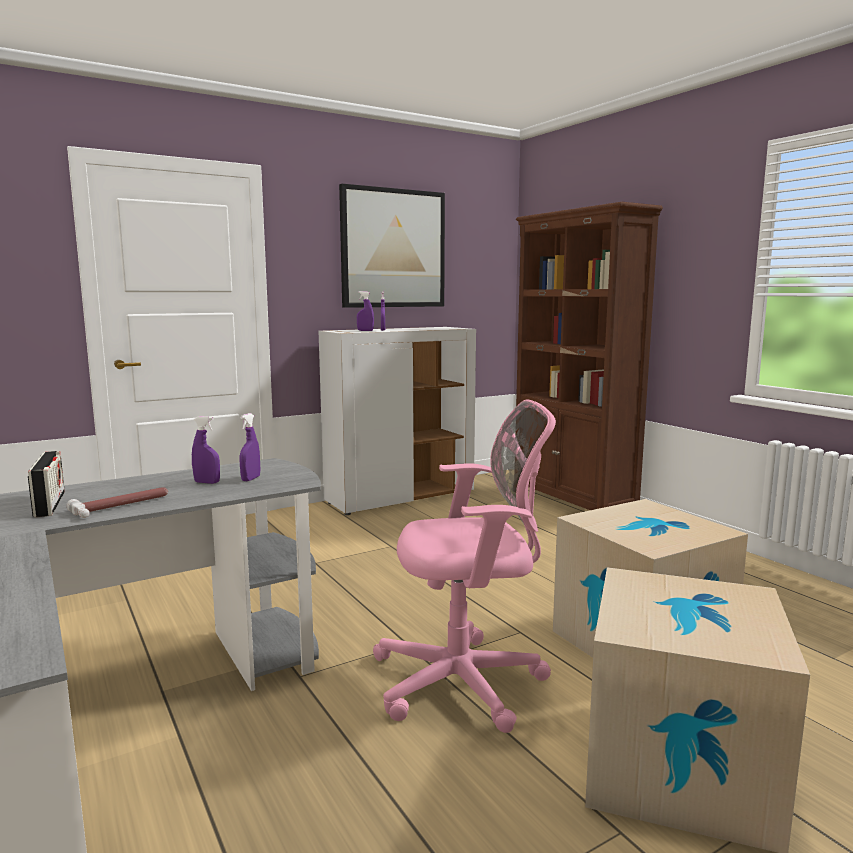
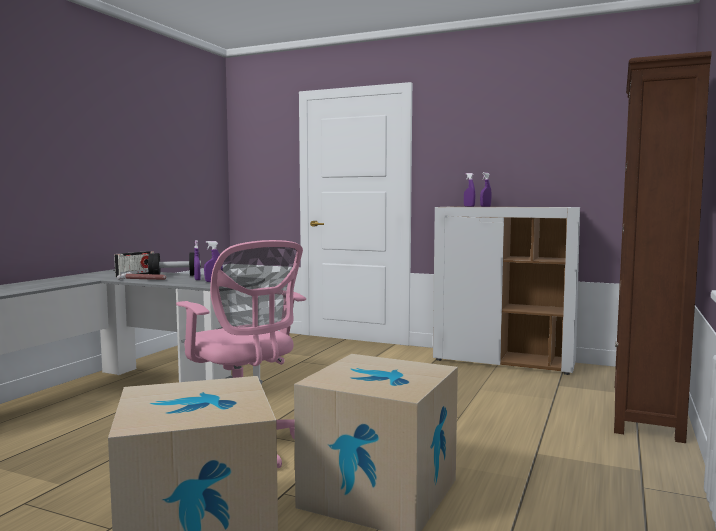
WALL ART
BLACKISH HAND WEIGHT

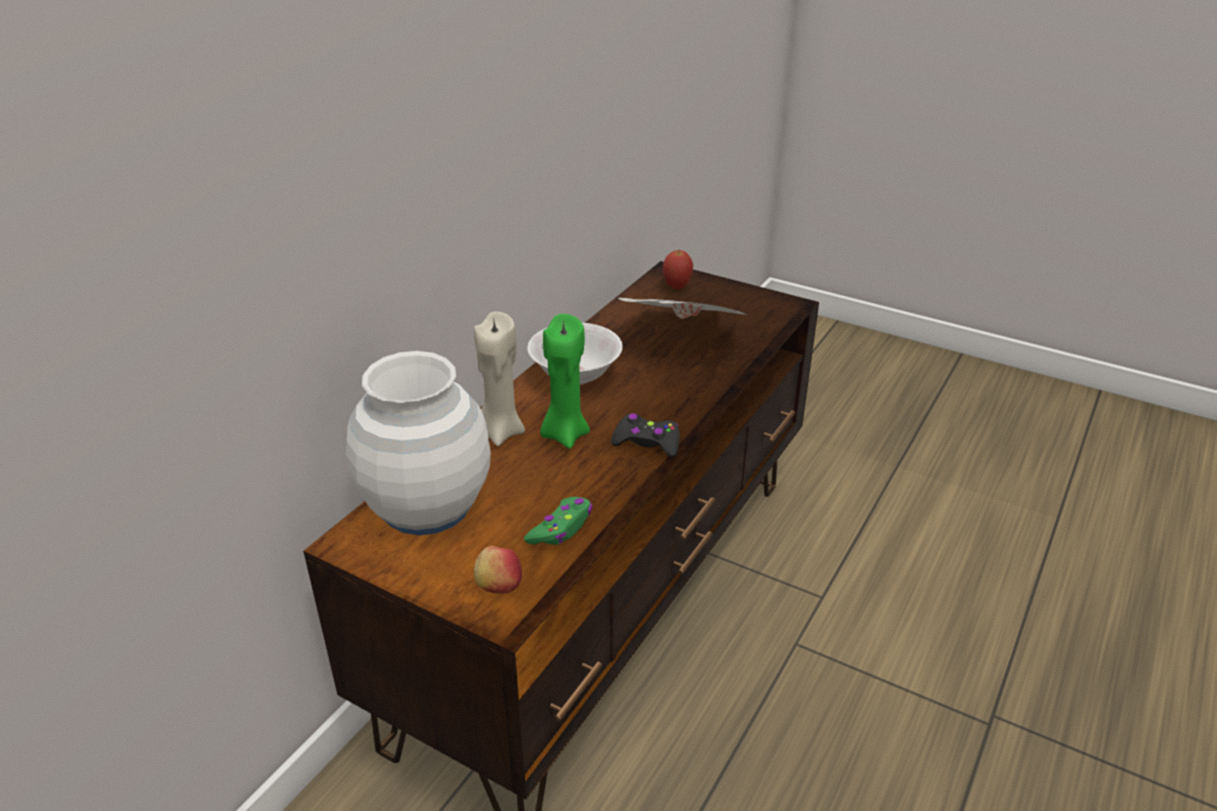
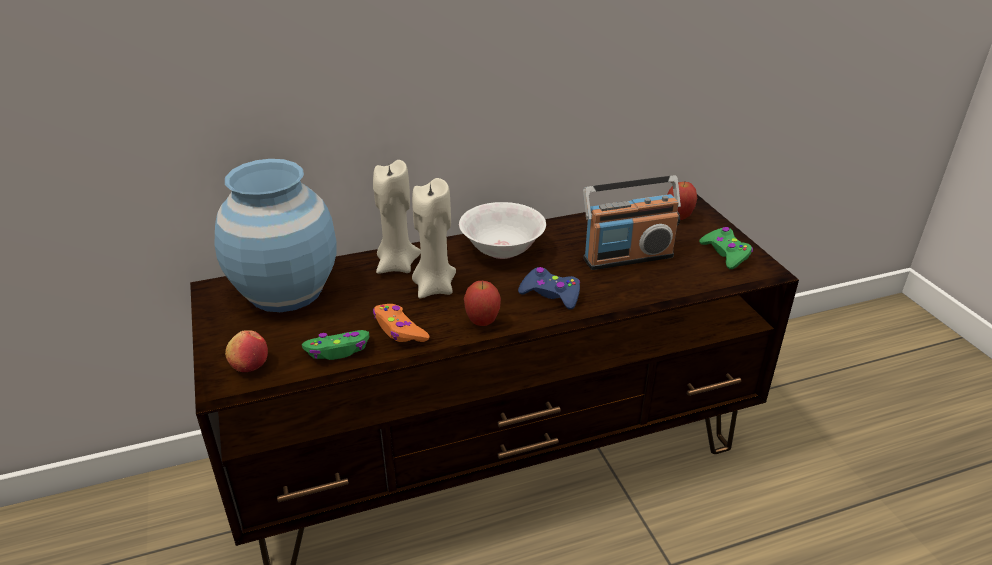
ORANGE GAME CONTROLLER
BLUE GAME CONTROLLER
GREEN GAME CONTROLLER (2nd from left)
WHOLE APPLE (2nd from left)
RADIO SET
BLUE DECORATIVE VASE
BEIGE CANDLE (2nd from left)

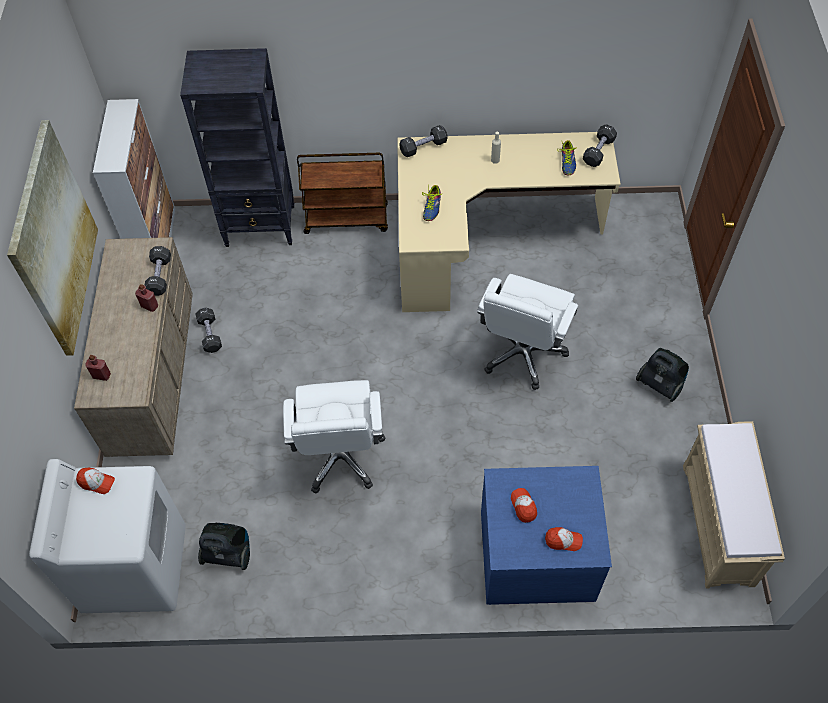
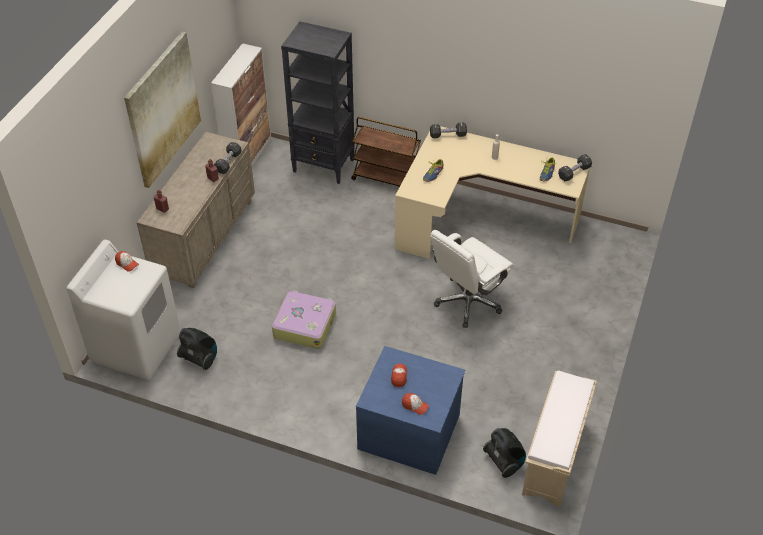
BLACKISH HAND WEIGHT (2nd from left in the first image)
HOOVER (2nd from left)
SUITCASE

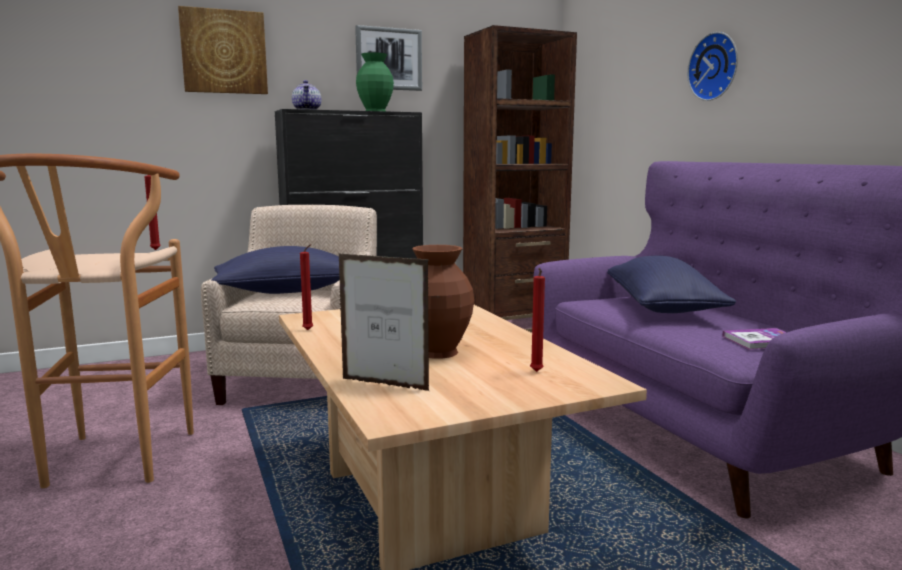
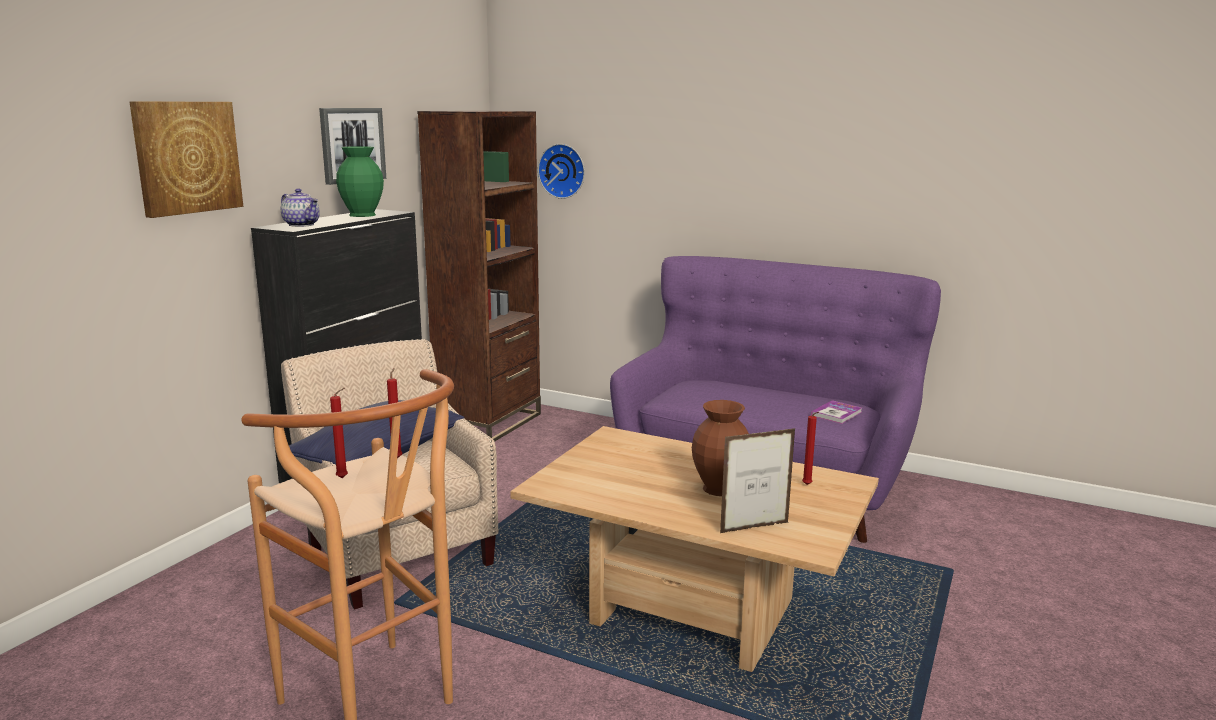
BLUE CUSHION (2nd from left in the first image)
RED CANDLE (1st from left)
CLOCK ON THE WALL

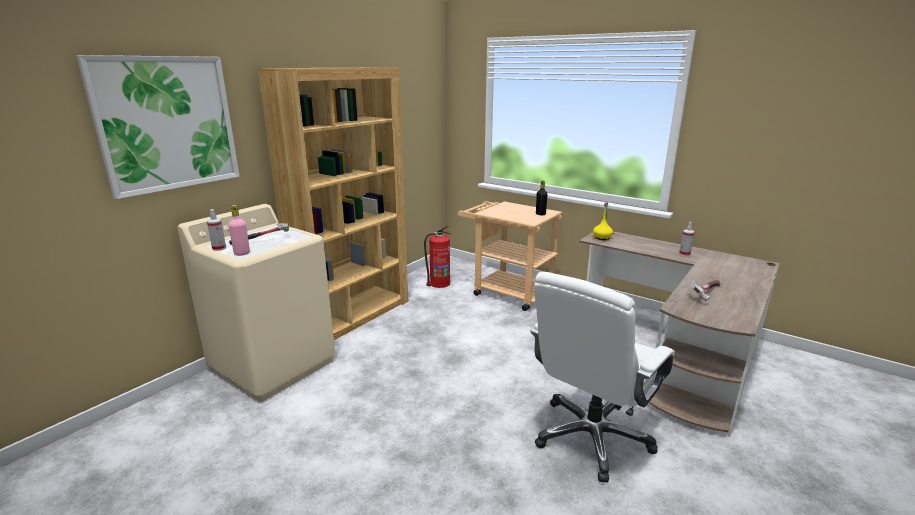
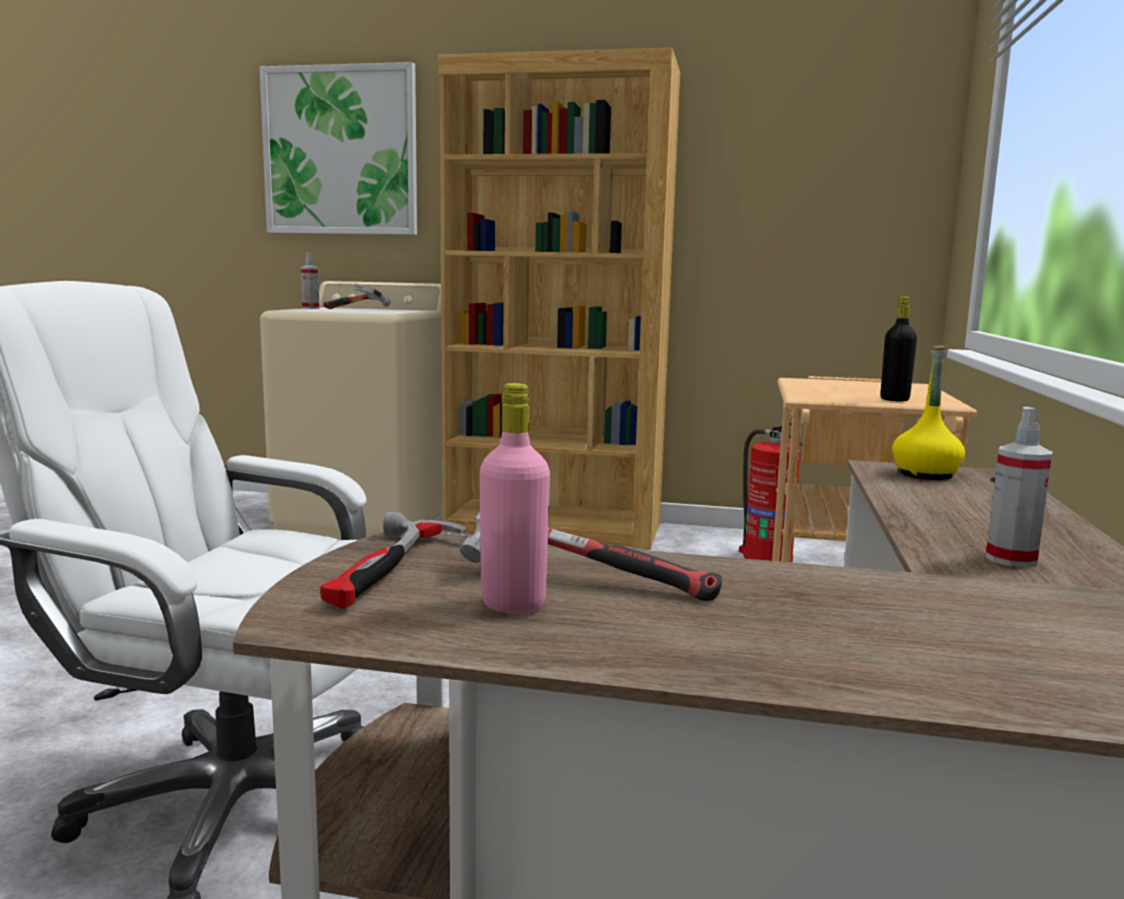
TOOL HAMMER (2nd from left)
PINK-COLOURED BEVERAGE BOTTLE

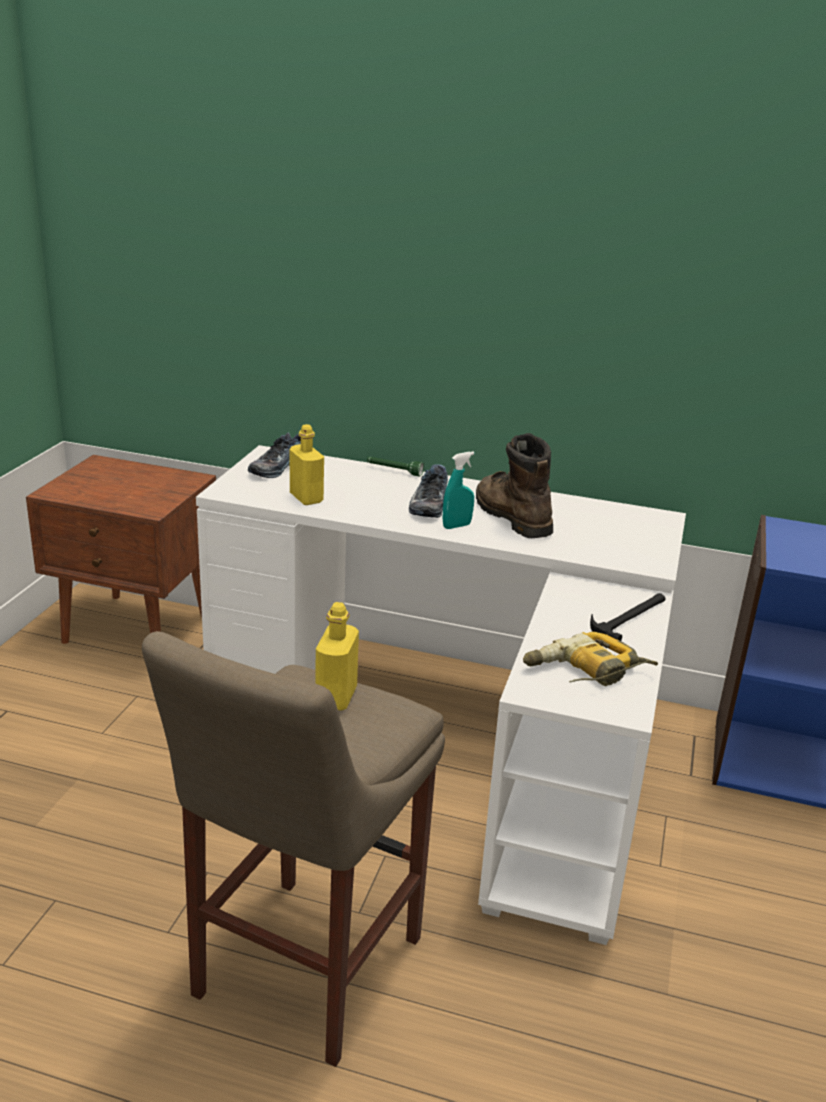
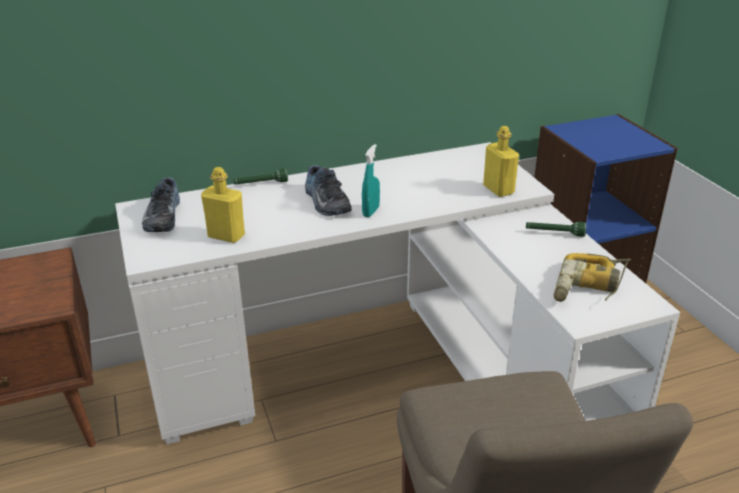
BROWNISH TALL BOOT
YELLOW BEVERAGE BOTTLE (2nd from left)
GREEN FLASHLIGHT (2nd from left)

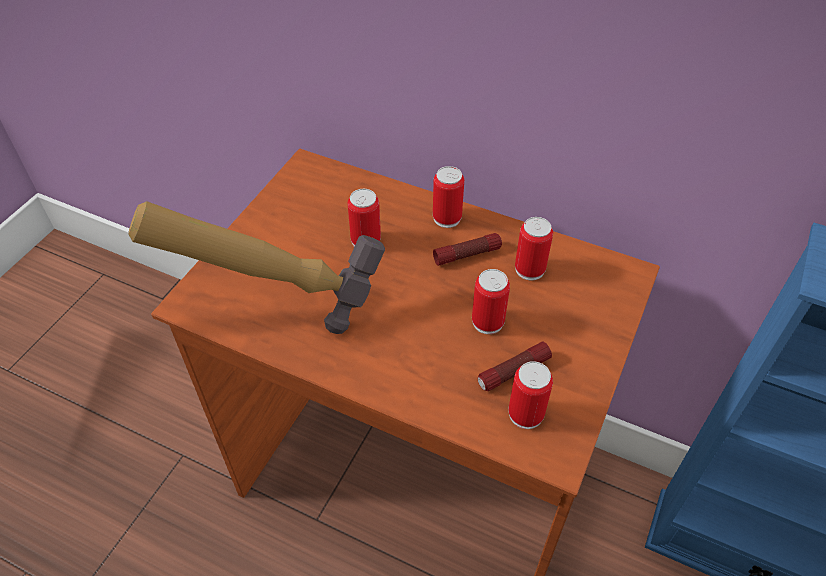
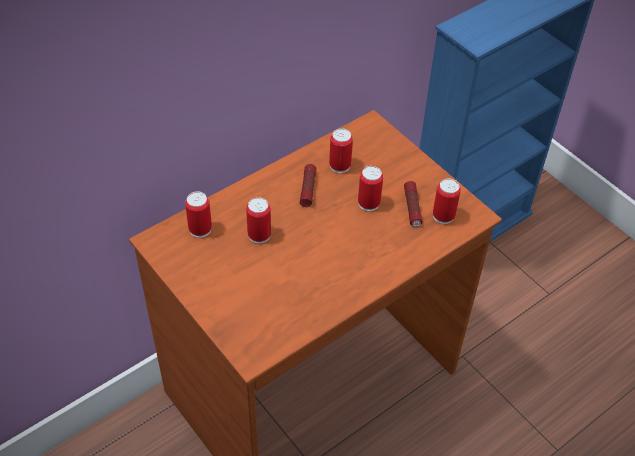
TOOL HAMMER
SEALED CAN (1st from left)

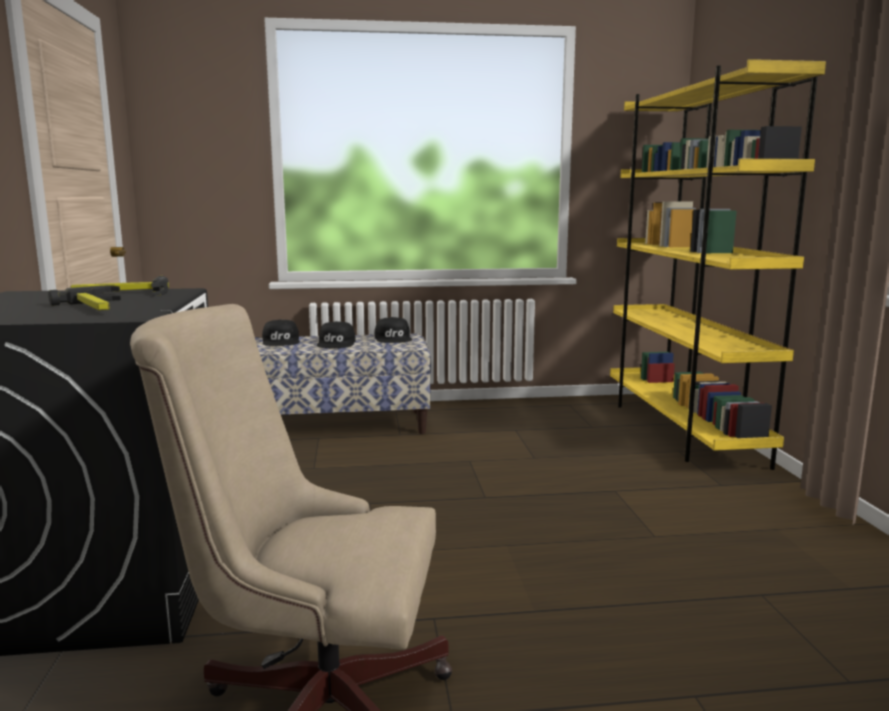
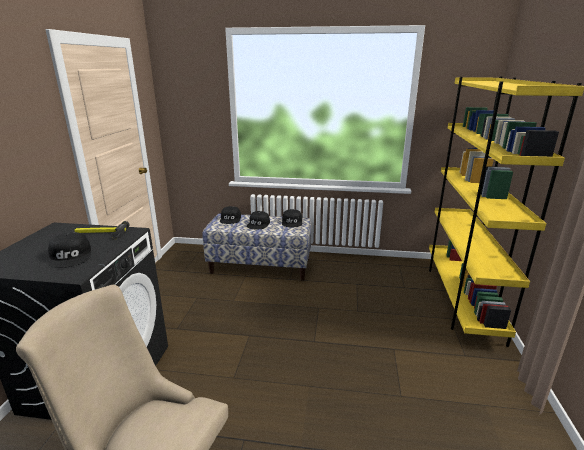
BLACKISH PEAKED CAP (1st from left)

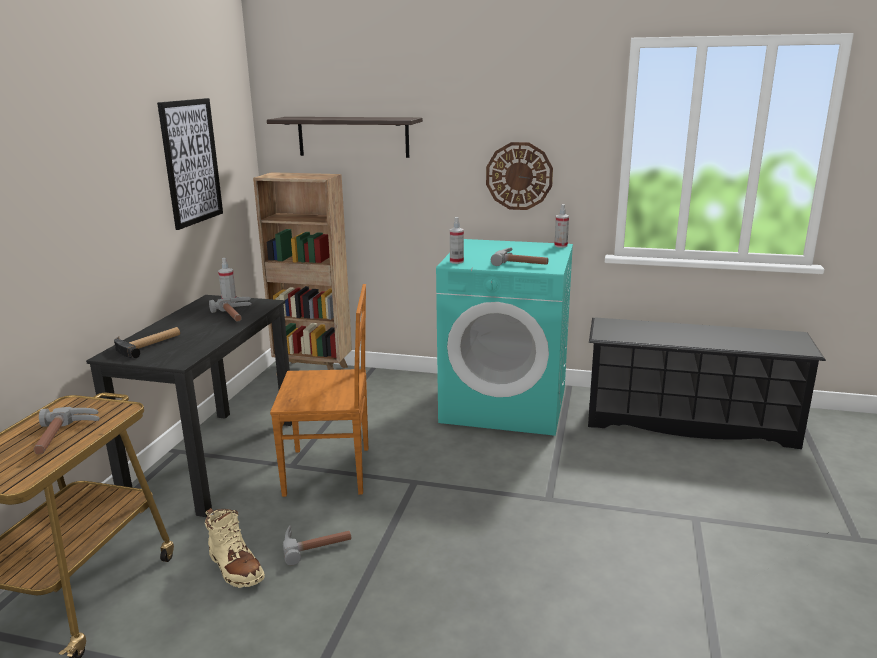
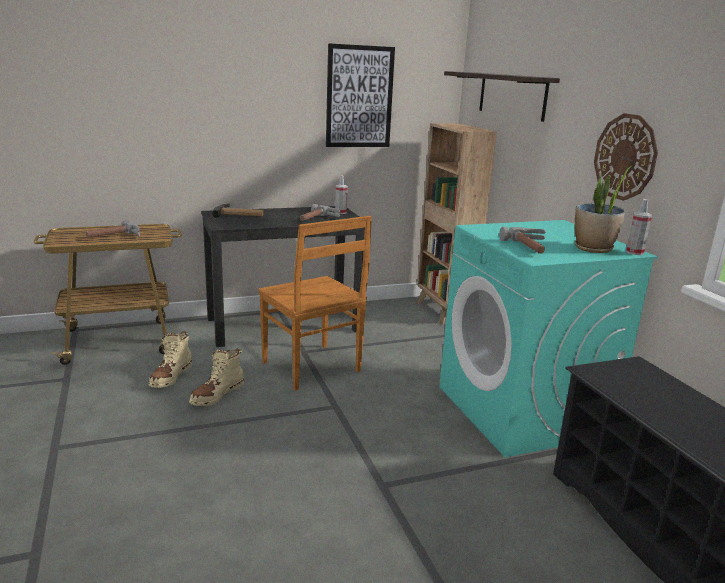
SPRAYER (2nd from left in the first image)
HOUSEPLANT
BEIGE TALL BOOT (2nd from left)

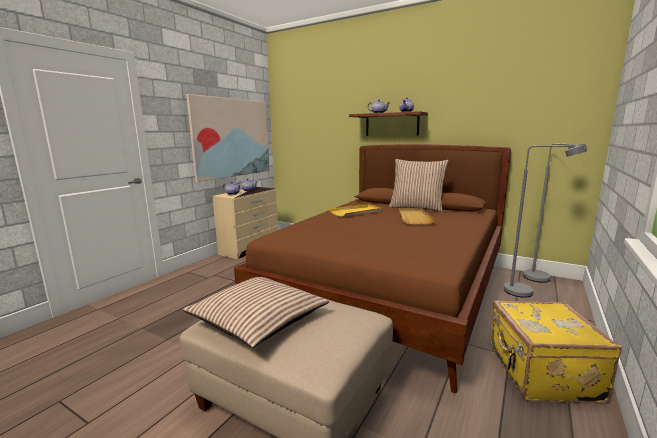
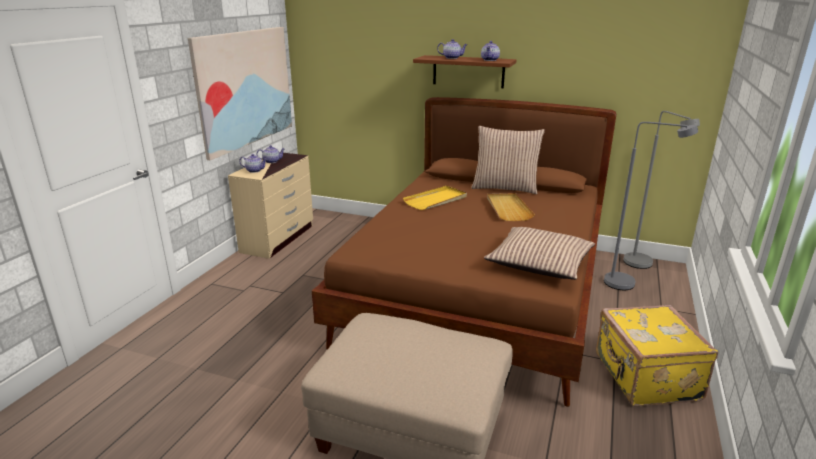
CUSHION (2nd from left)

